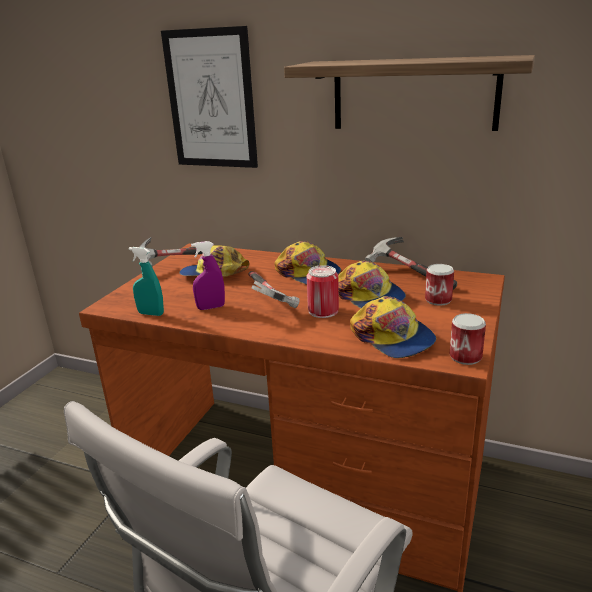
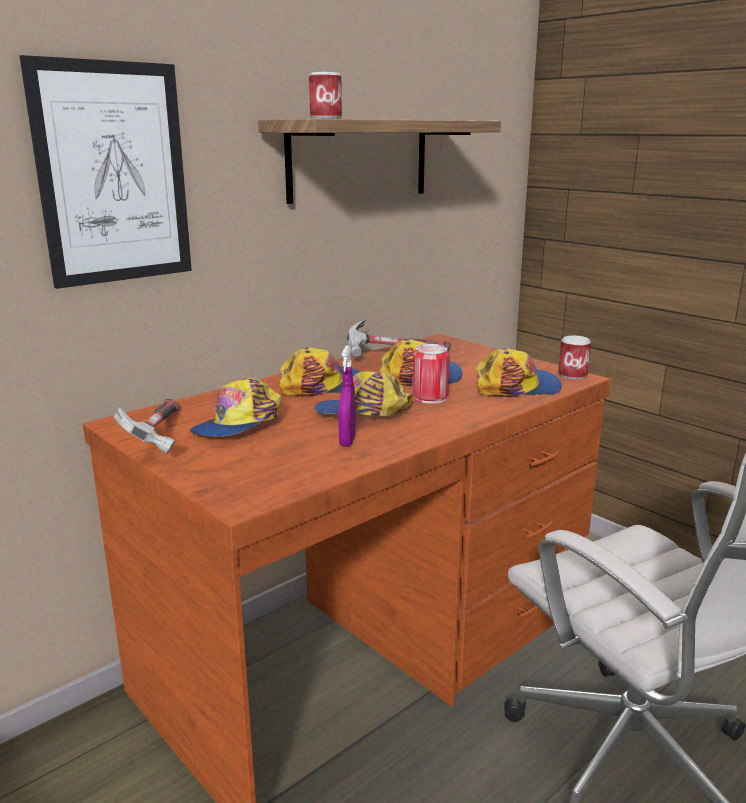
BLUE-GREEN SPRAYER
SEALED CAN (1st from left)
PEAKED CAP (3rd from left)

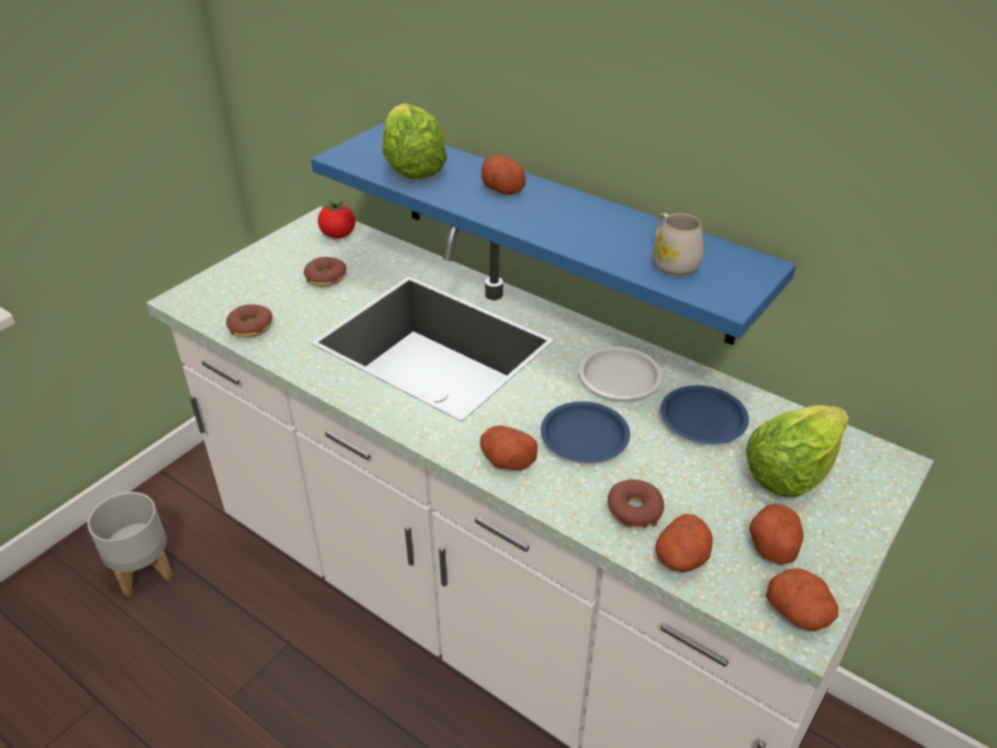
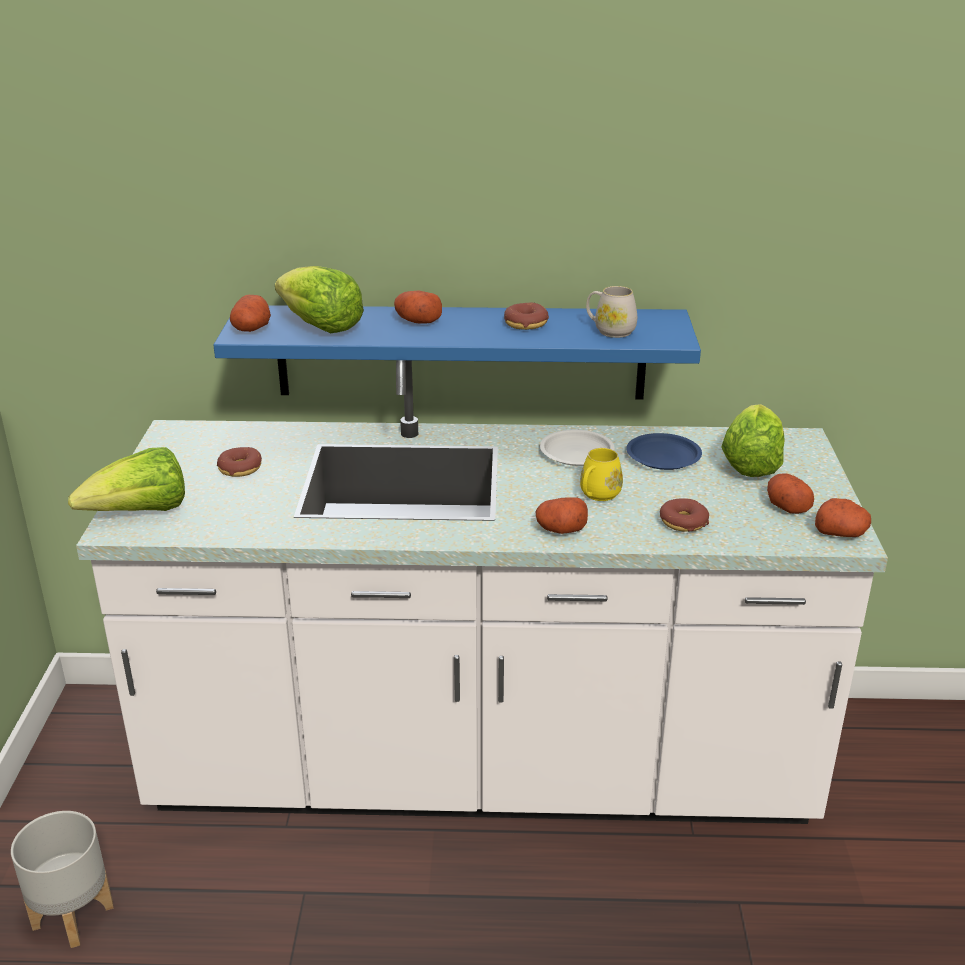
WHOLE TOMATO
HEAD OF LETTUCE (1st from left)
RING DOUGHNUT (2nd from left)
POTATO (1st from left)
YELLOW TEA MUG

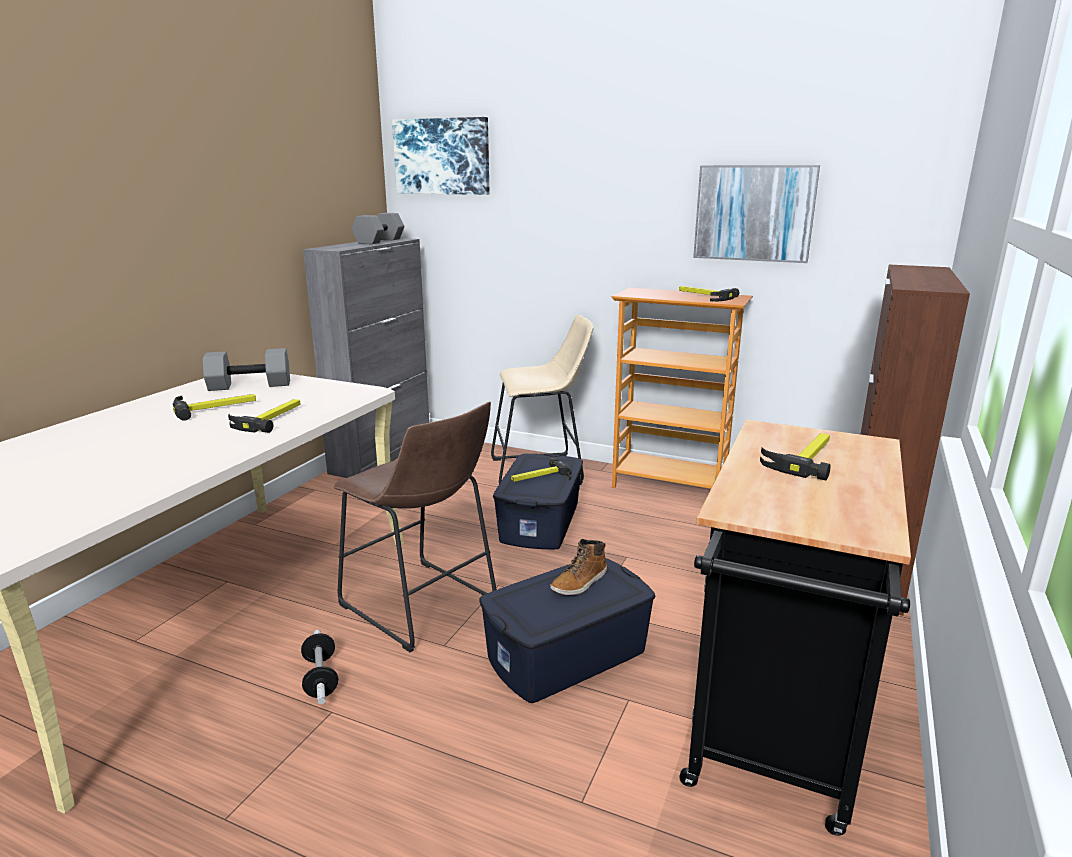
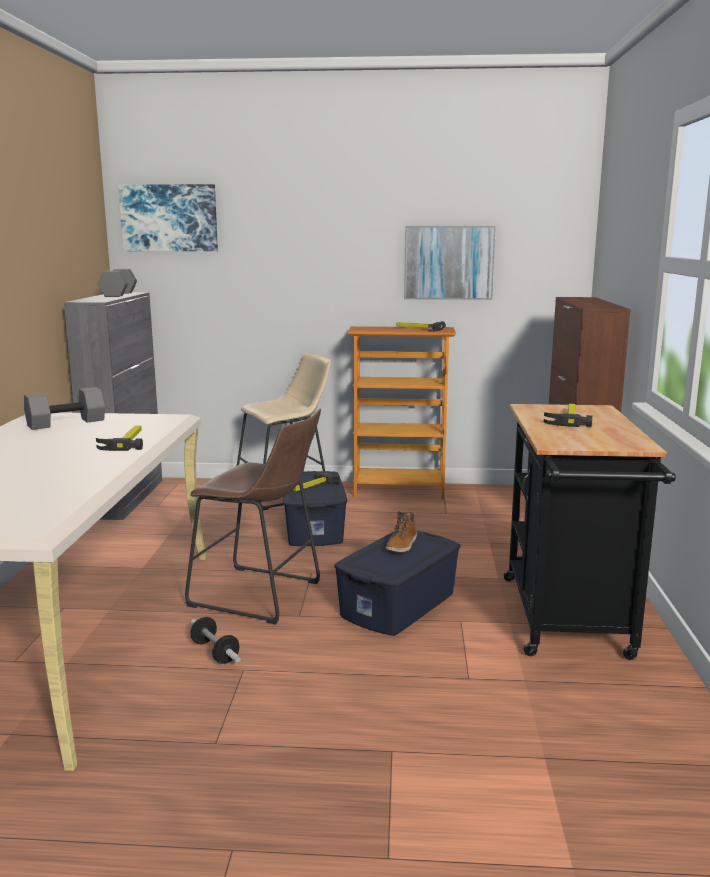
TOOL HAMMER (1st from left in the first image)

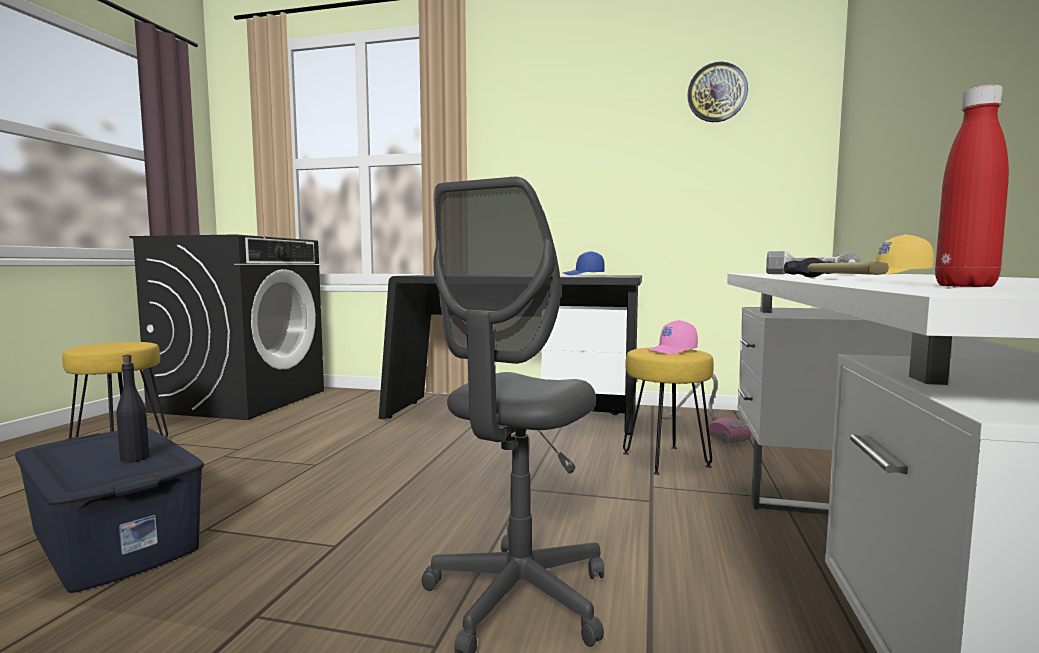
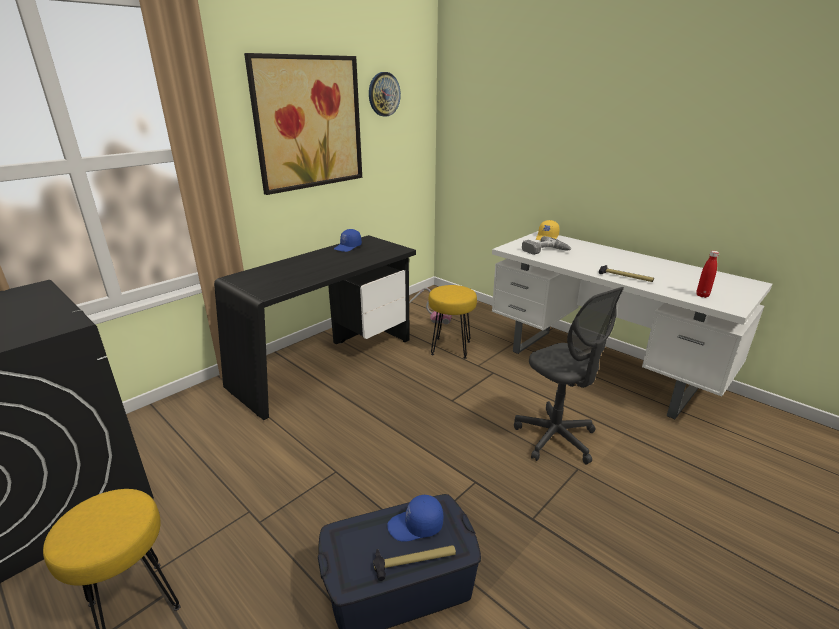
PINK-COLOURED PEAKED CAP
WALL ART
TOOL HAMMER (1st from left)
BLUE PEAKED CAP (2nd from left)

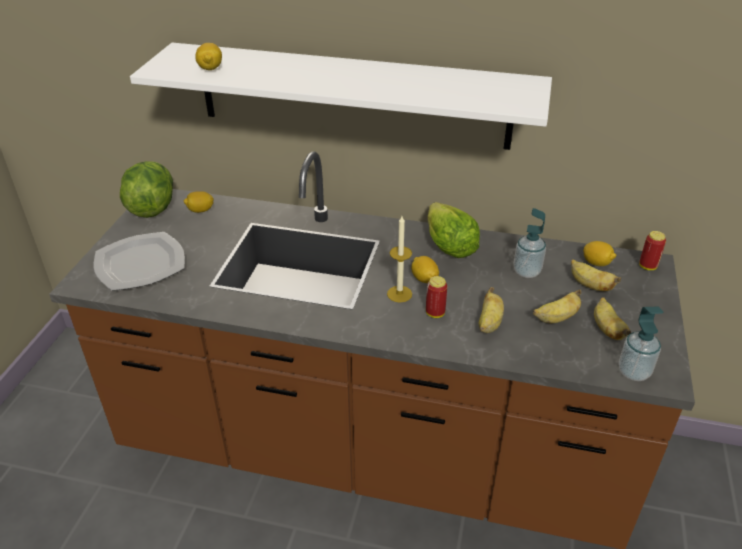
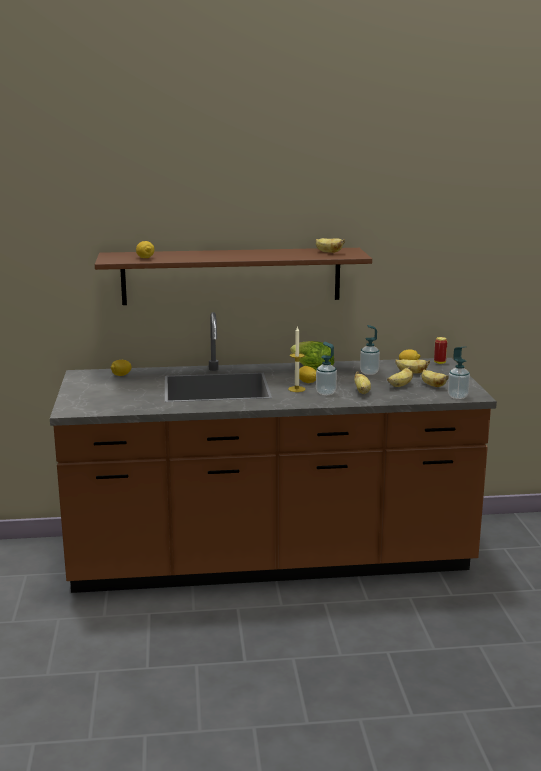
DINNER PLATE
HEAD OF LETTUCE (1st from left in the first image)
BANANA FRUIT (1st from left)
SOAP DISPENSER (1st from left)
BROWNISH SHELF

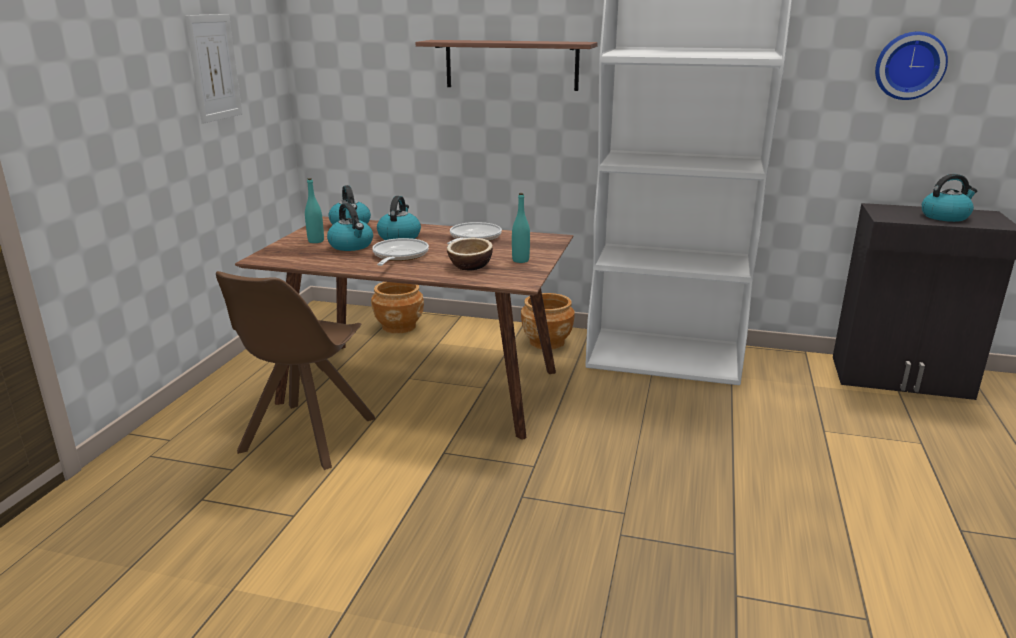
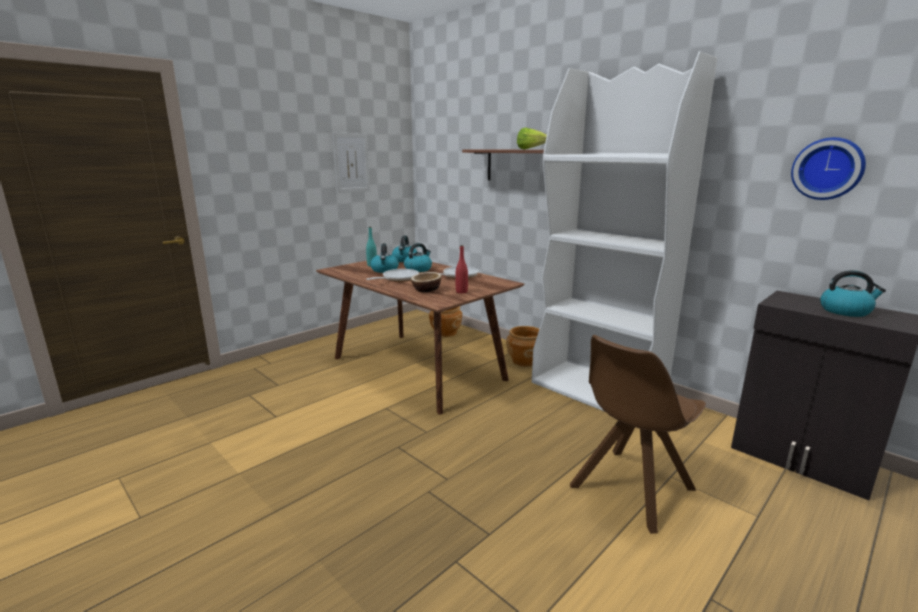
HEAD OF LETTUCE
BROWNISH PLAIN CHAIR
RED BEVERAGE BOTTLE

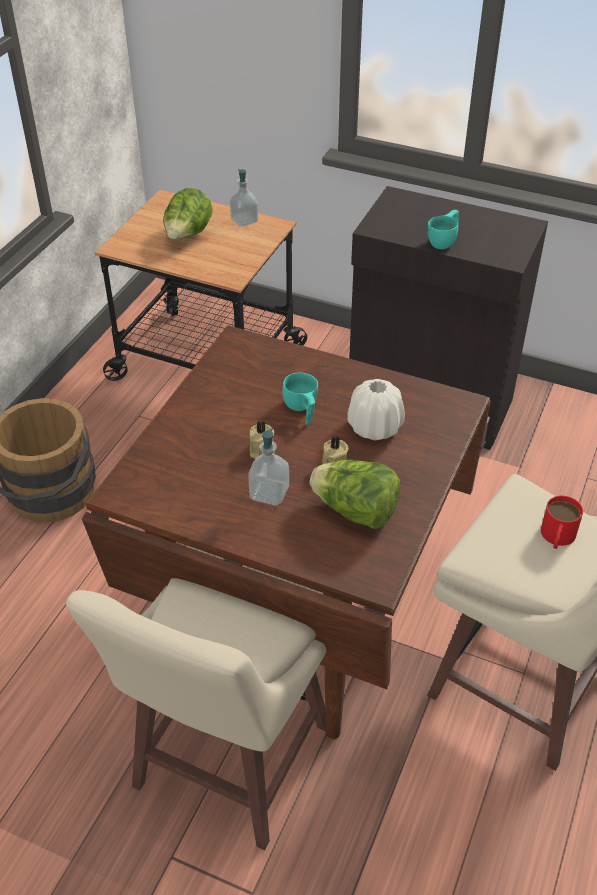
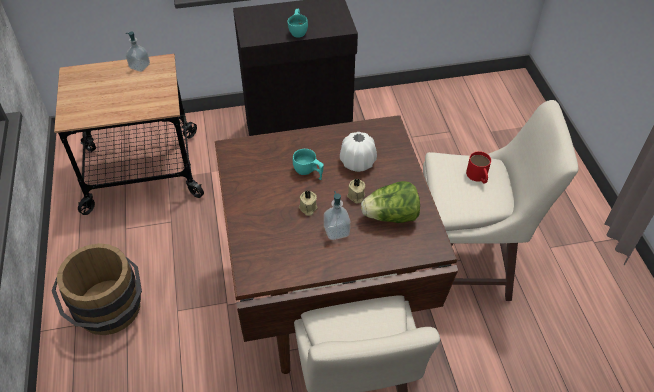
HEAD OF LETTUCE (1st from left in the first image)

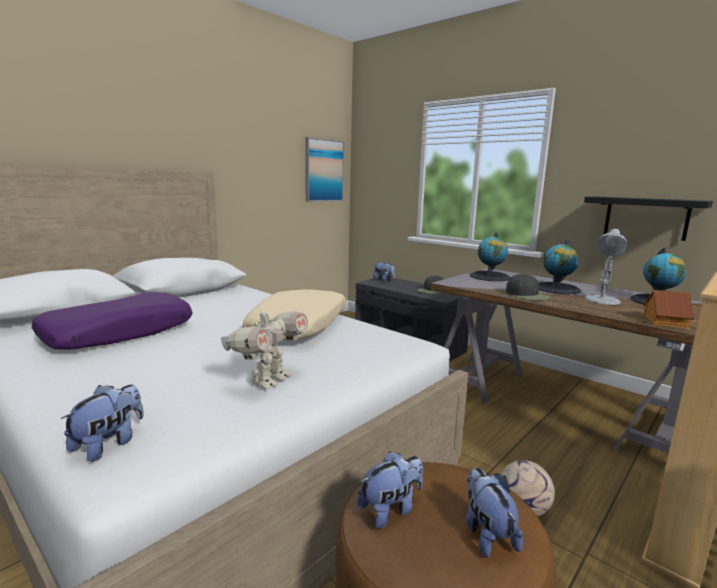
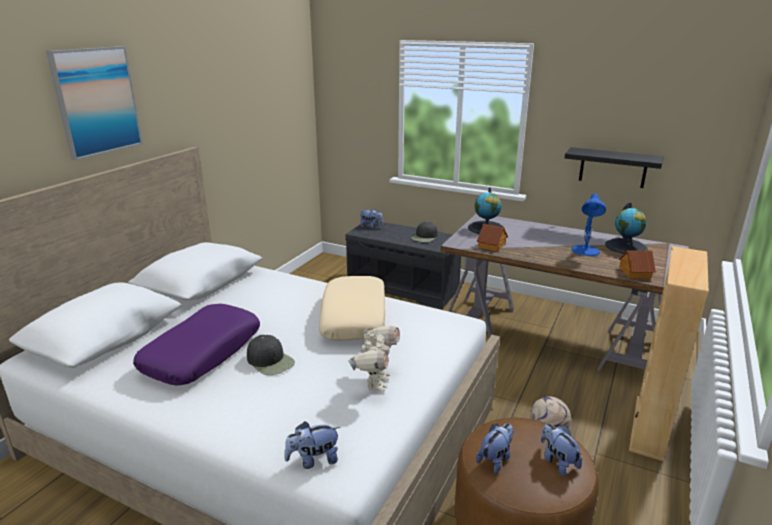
GLOBE (2nd from left in the first image)
MODEL HOUSE (1st from left)
WALL ART
BLACKISH PEAKED CAP (1st from left)
BLUE TABLETOP LAMP
SOFT TOY (1st from left)

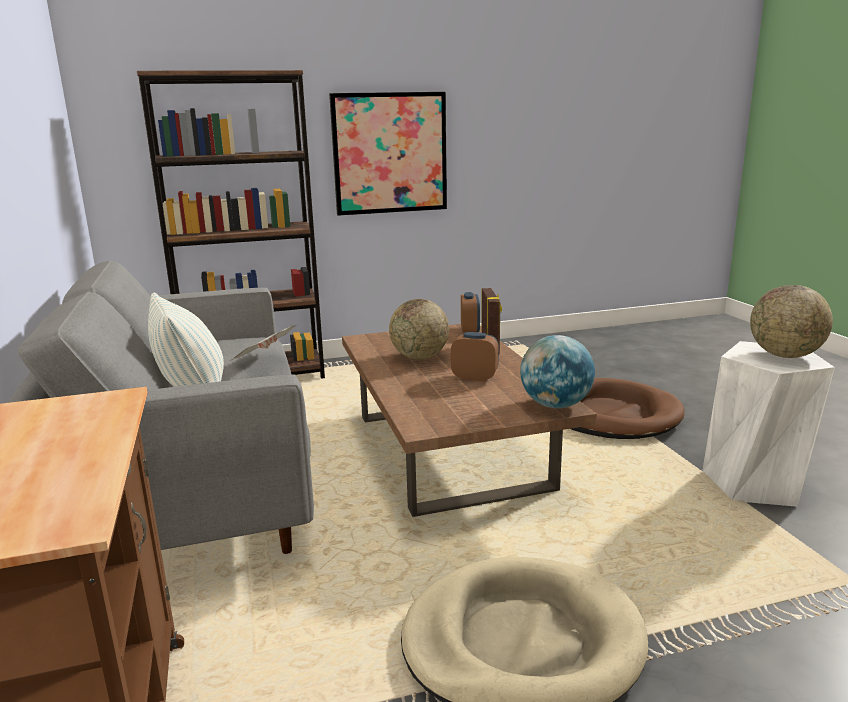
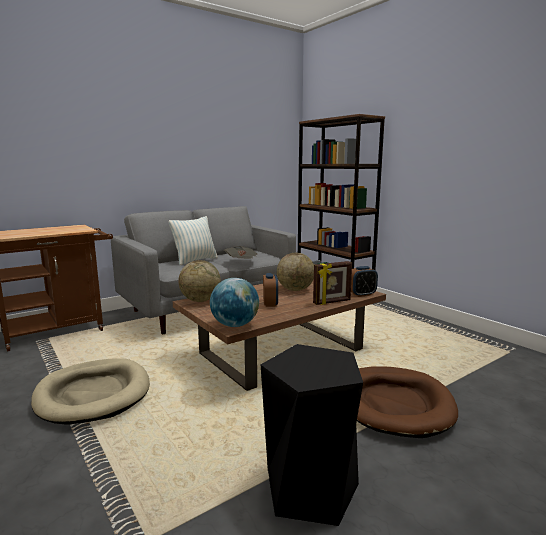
WALL ART
GLOBE (1st from left)
BLACKISH SITTING STOOL

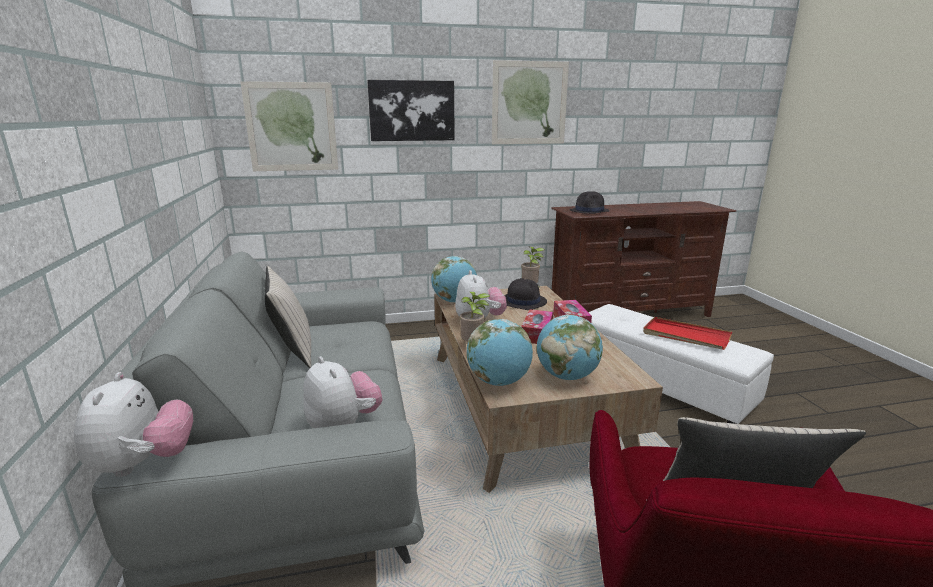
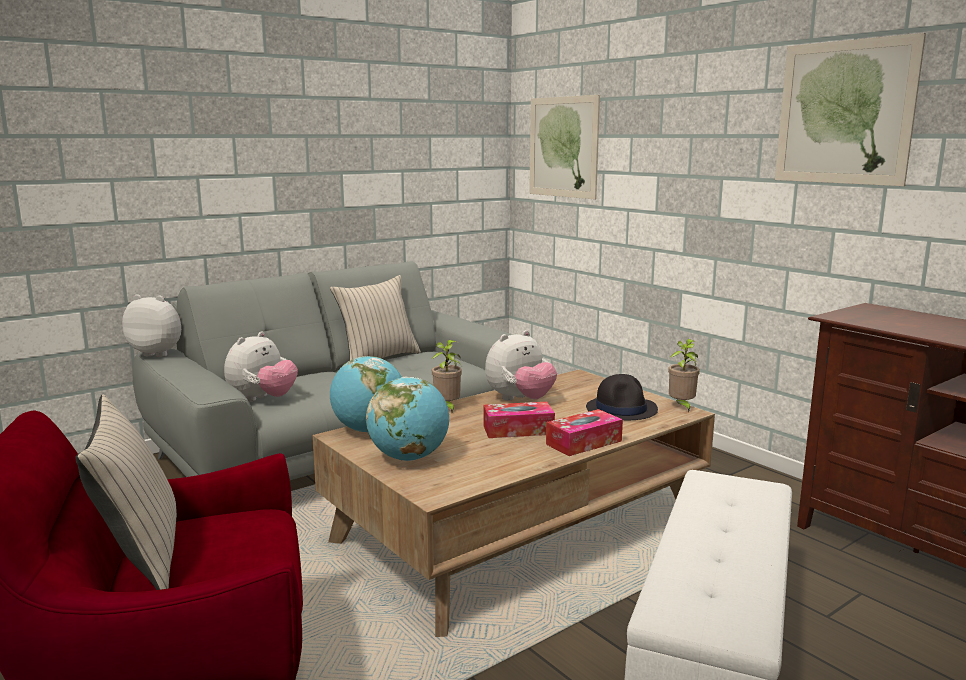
WALL ART (2nd from left in the first image)
GLOBE (1st from left in the first image)
BLACKISH WEARABLE HAT (2nd from left in the first image)
RED SERVING TRAY
SOFT TOY (1st from left)

